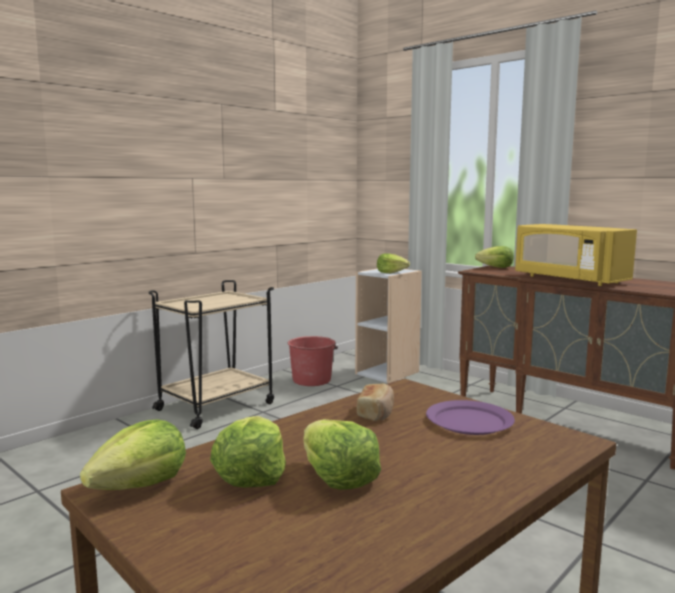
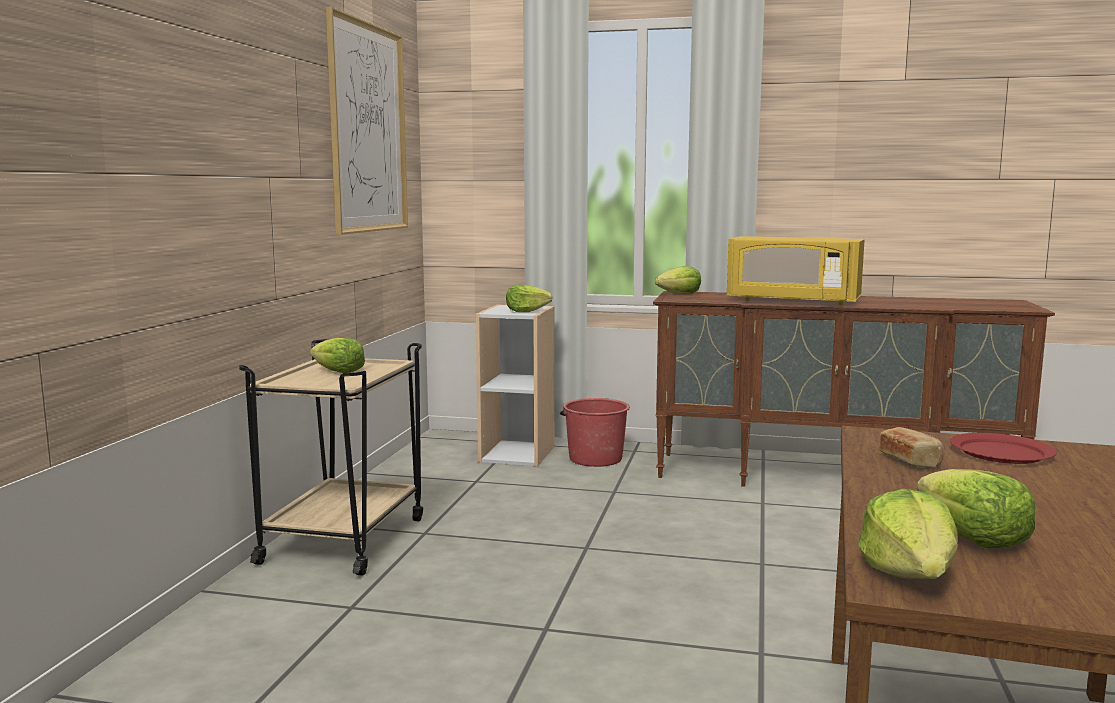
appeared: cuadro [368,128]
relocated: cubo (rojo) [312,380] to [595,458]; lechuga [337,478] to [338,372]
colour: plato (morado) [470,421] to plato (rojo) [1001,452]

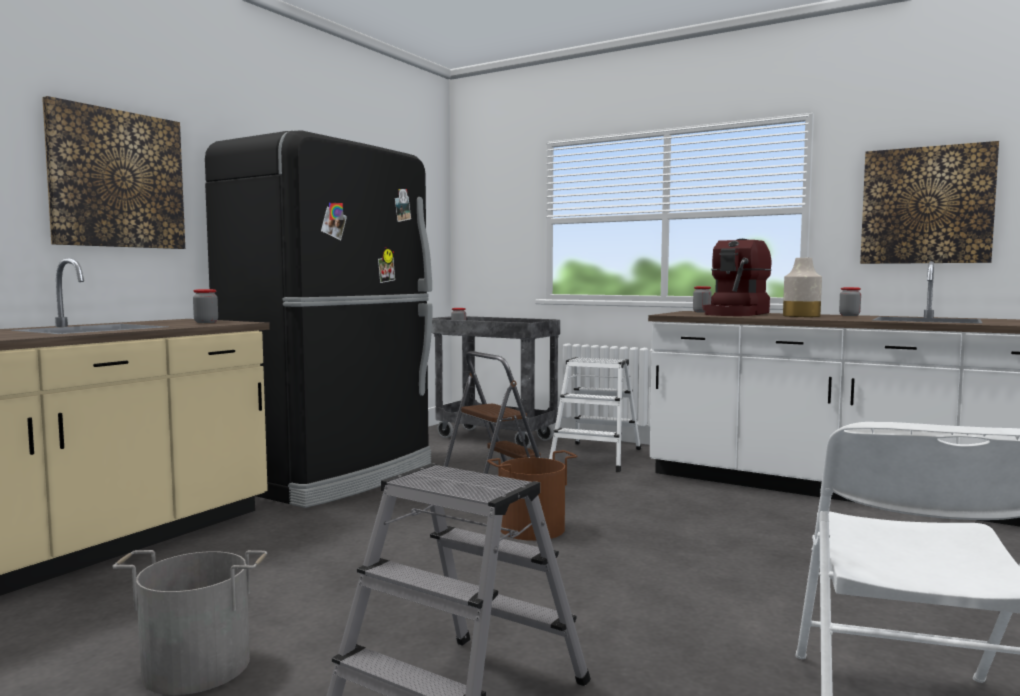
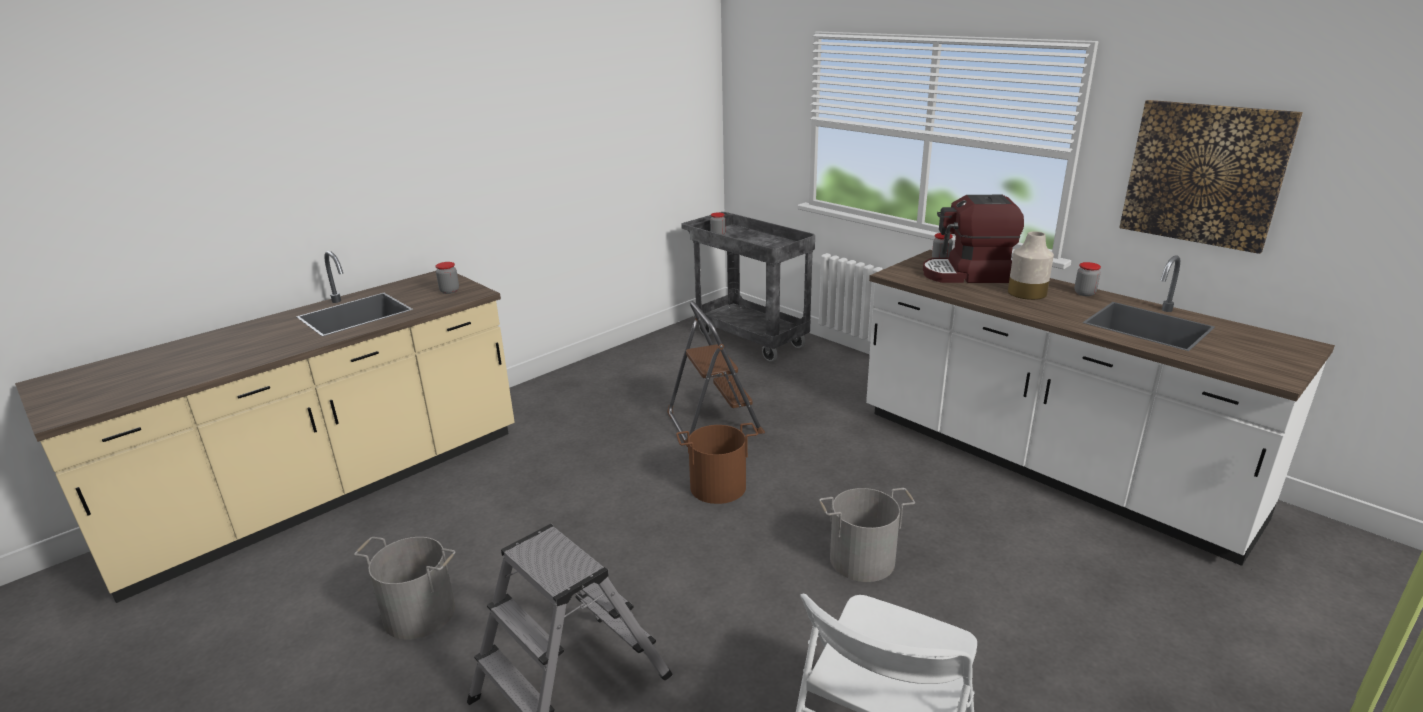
missing: cuadro [117,179]; nevera (negro) [334,476]; escalera de tijera (blanco) [596,456]
appeared: cubo (gris) [862,560]
spun: cafetera [736,314] = [968,275] 45 degrees clockwise

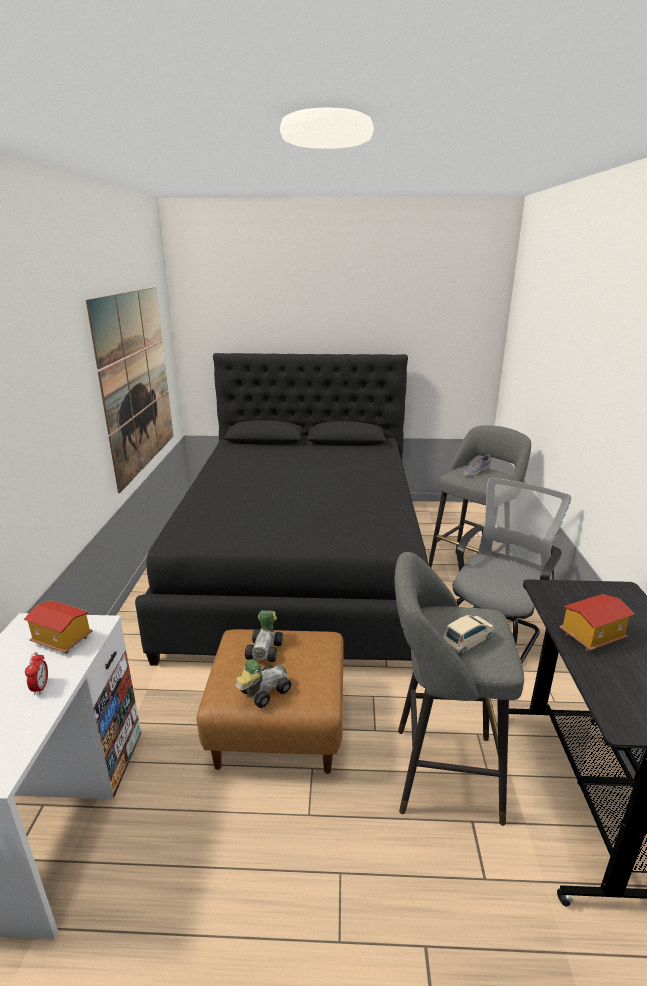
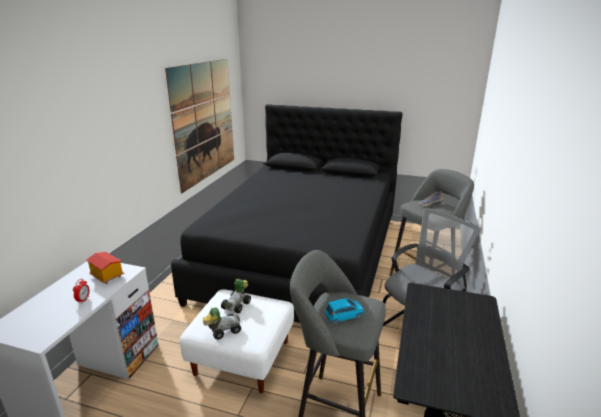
missing: casita [591,636]
colour: puf (marrón) [279,725] to puf (blanco) [243,357]; coche de juguete (beis) [468,640] to coche de juguete (azul) [344,316]

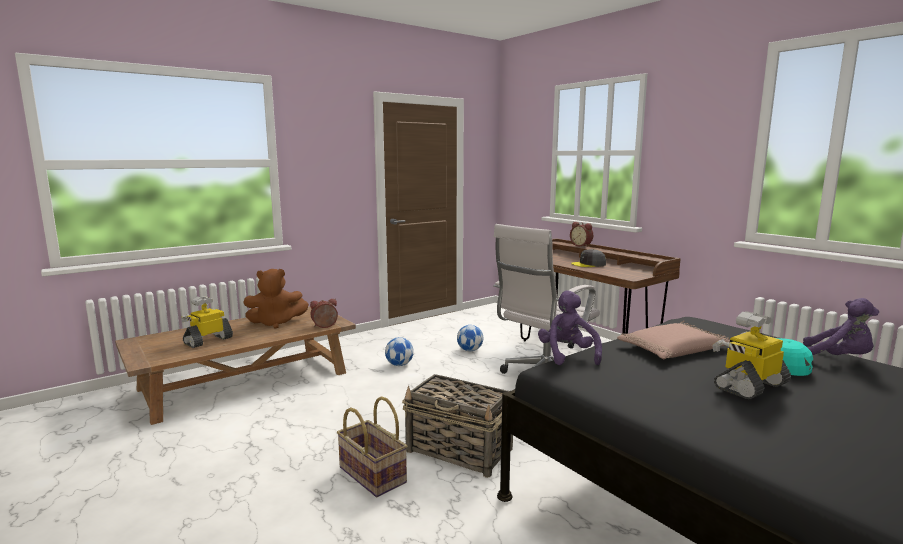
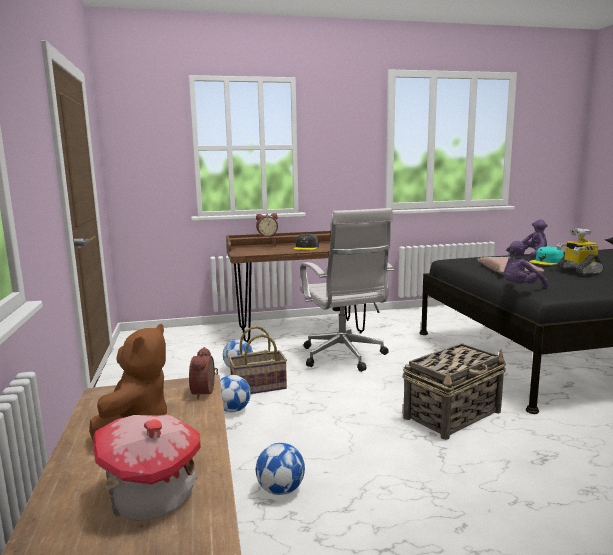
appeared: balón de fútbol [281,490]
relocated: cesta [371,475] to [258,387]
exchanged: robot de juguete [208,340] to casita [151,495]
spun: peluche (morado) [567,355] = [520,288] 45 degrees counterclockwise

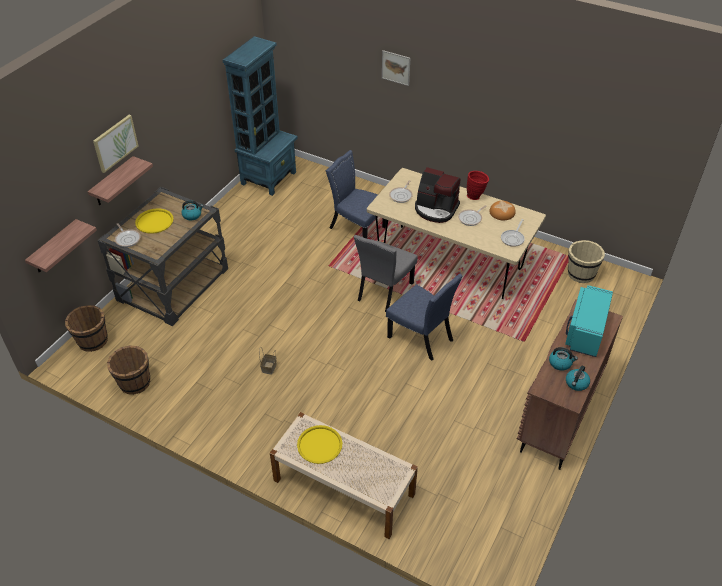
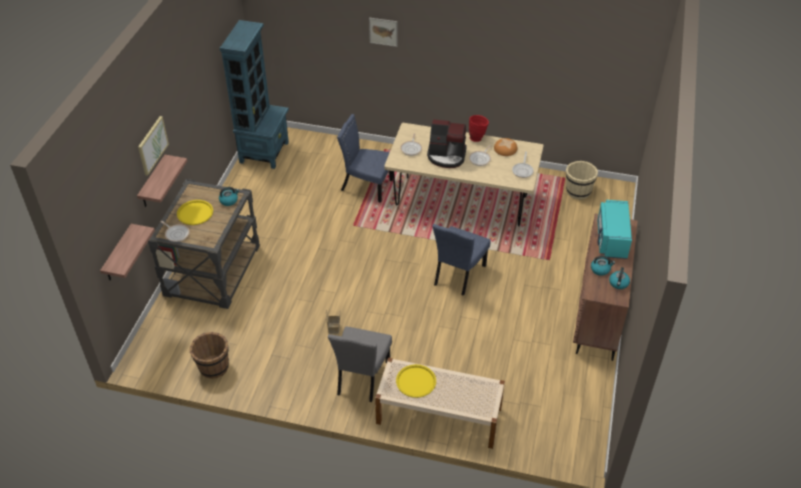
missing: cubo (marrón) [92,341]
relocated: silla (gris) [384,290] to [362,376]
spun: silla (azul) [420,337] = [459,273] 90 degrees clockwise

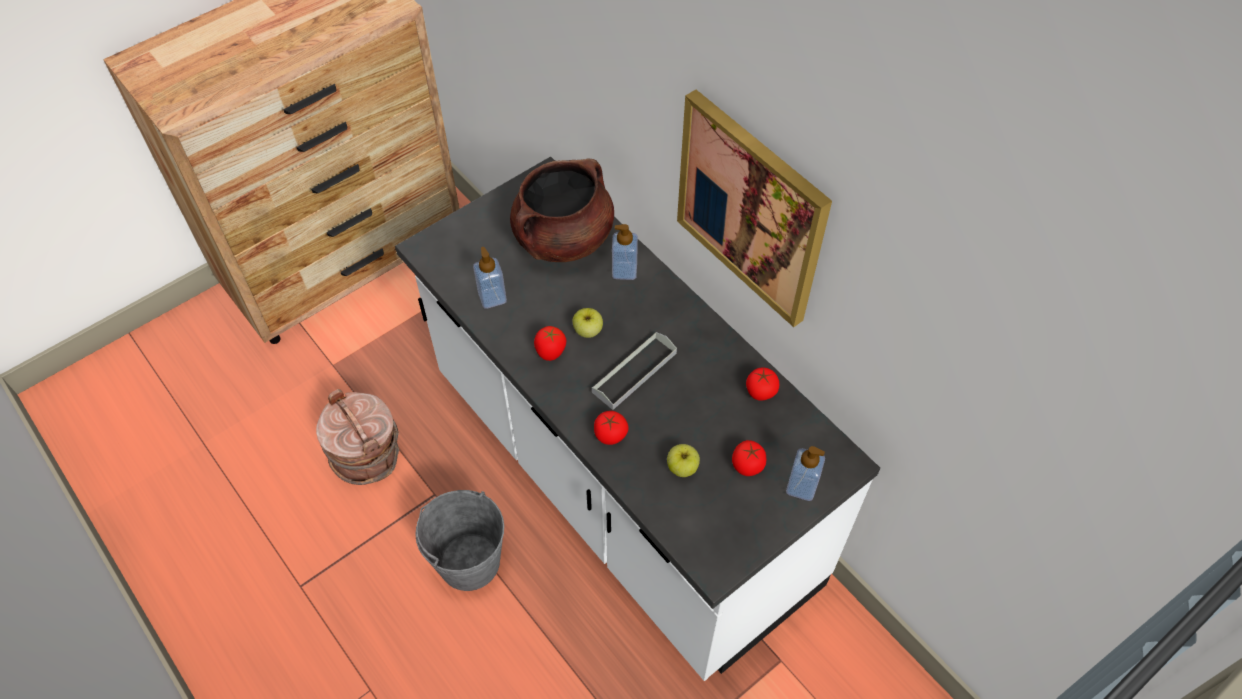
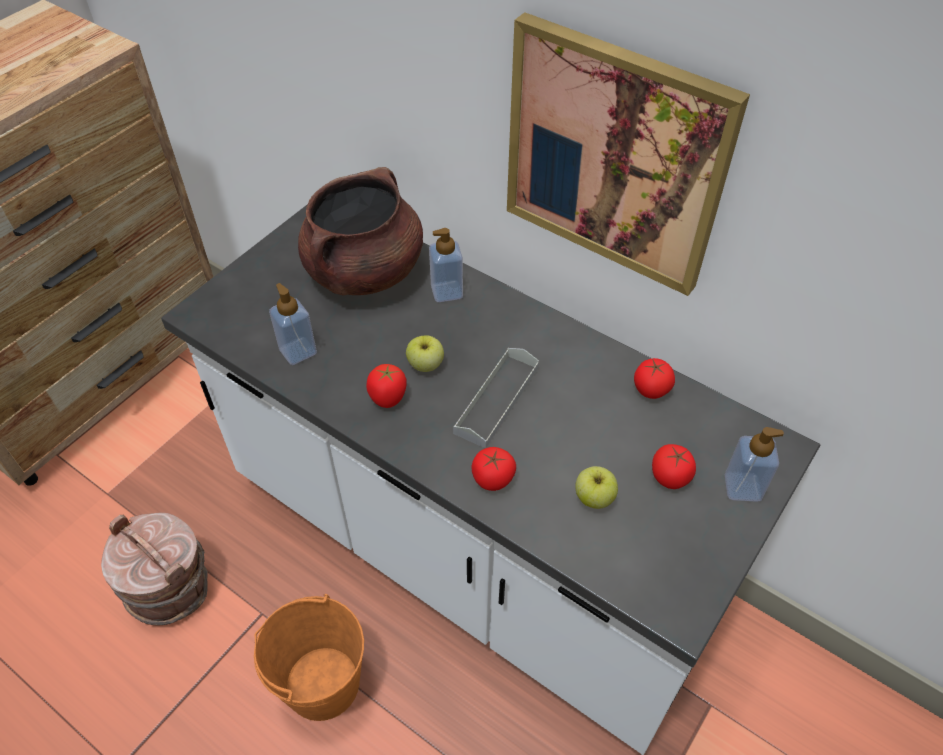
colour: cubo (gris) [469,561] to cubo (naranja) [322,683]

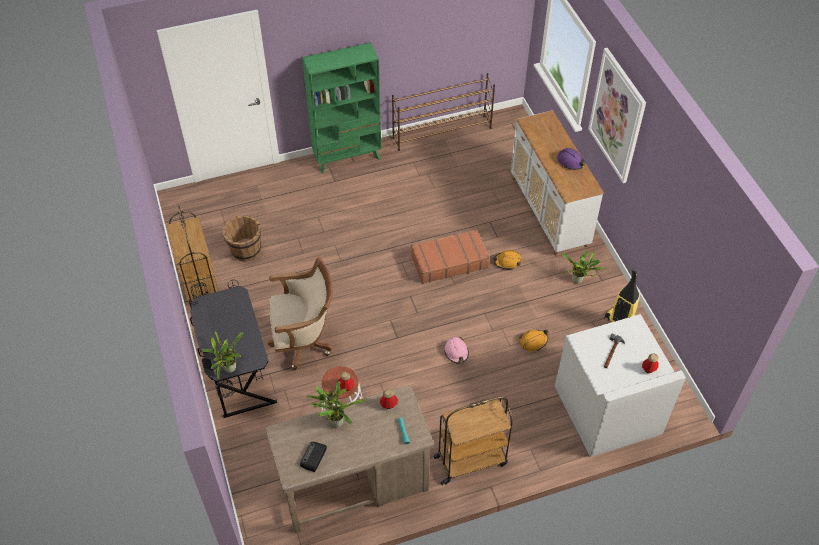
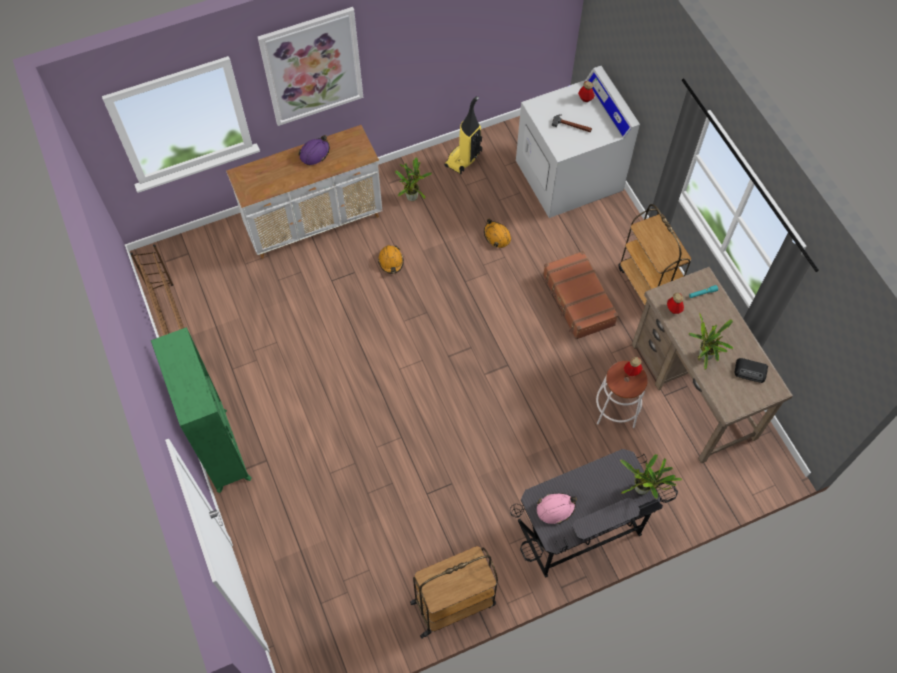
missing: cubo (marrón) [245,250]; silla de oficina [304,343]
relocated: maleta (marrón) [449,261] to [577,300]; casco (rosa) [456,352] to [555,509]

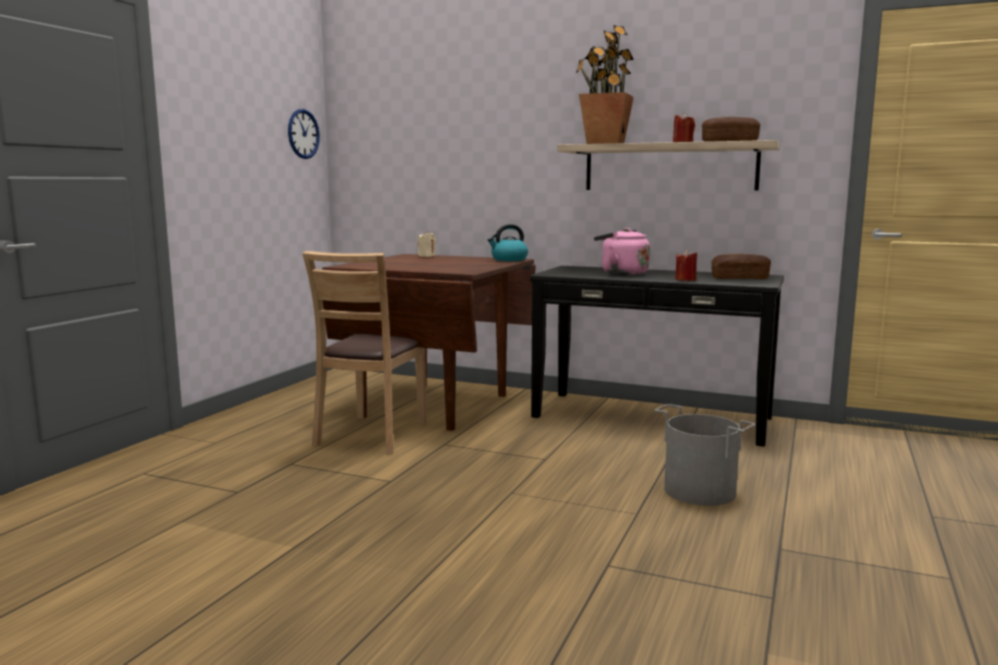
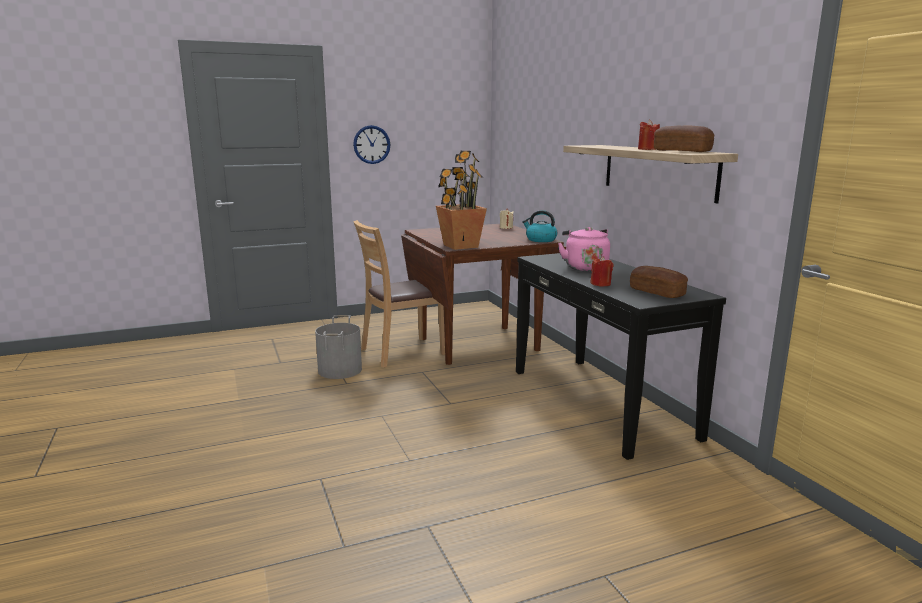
relocated: reloj de pared [303,134] to [371,144]; planta en maceta [604,144] to [460,246]; cubo (gris) [700,490] to [340,370]

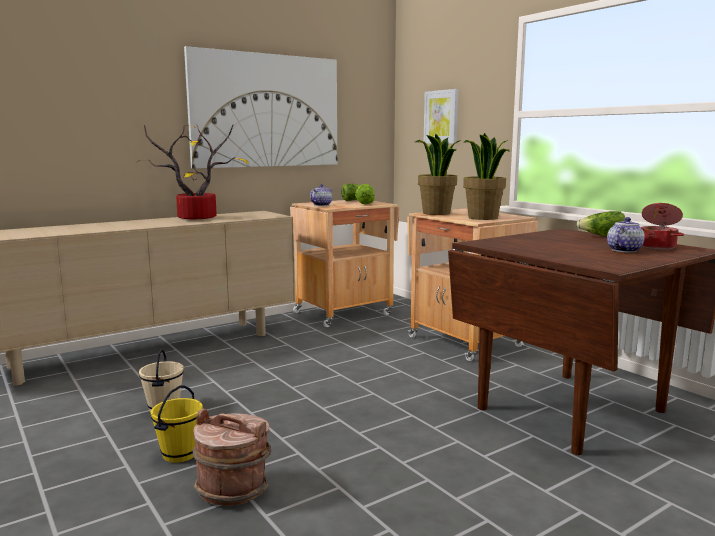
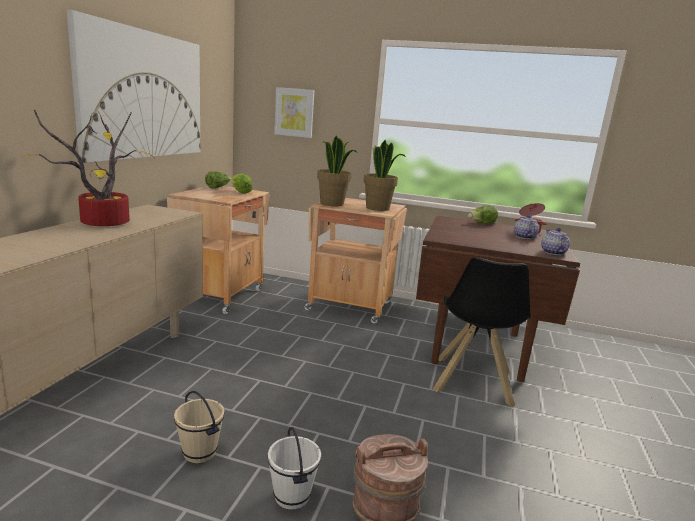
appeared: silla (negro) [472,382]
relocated: tetera [321,205] to [552,252]
colour: cubo (amarillo) [179,454] to cubo (blanco) [291,496]

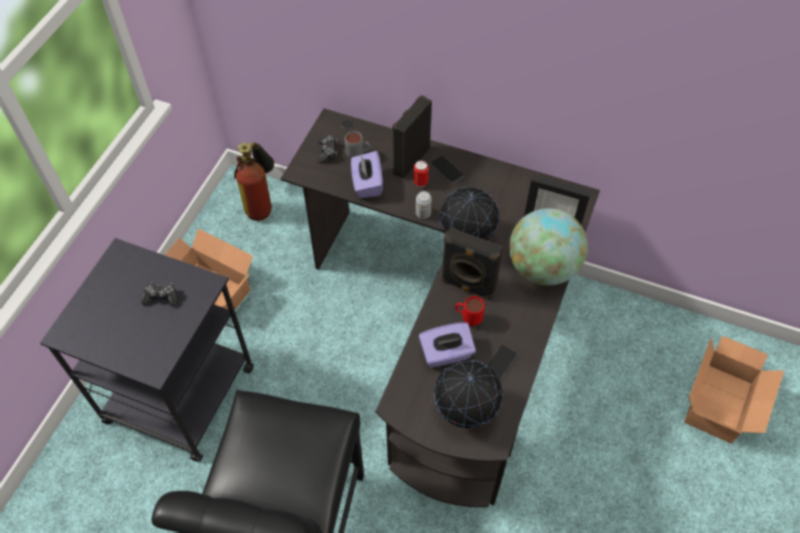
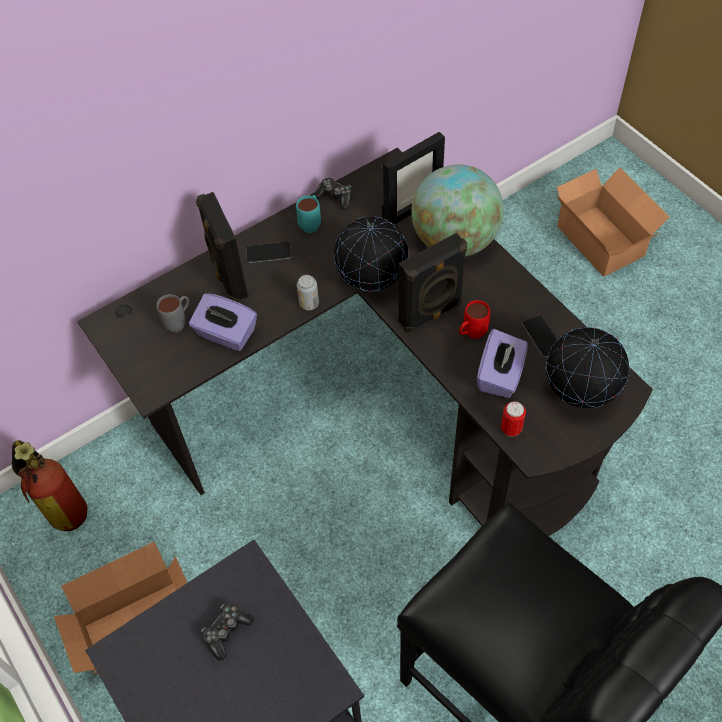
appeared: taza grande (turquesa) [311,223]
relocated: mando de consola [327,152] to [335,197]; lata [420,182] to [511,429]

